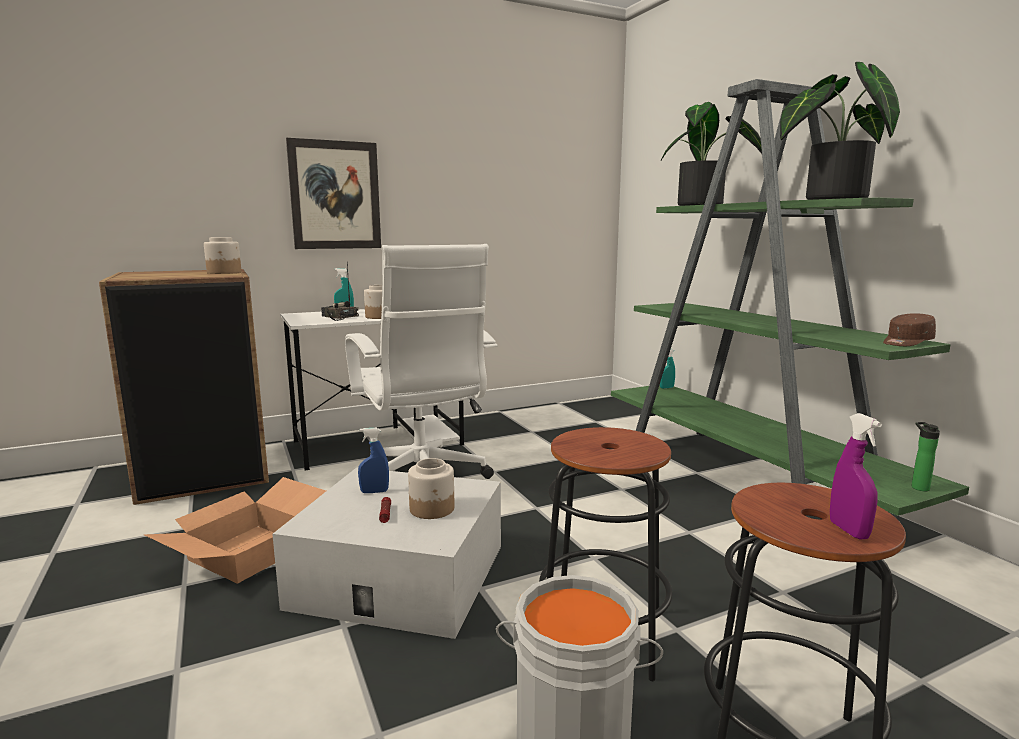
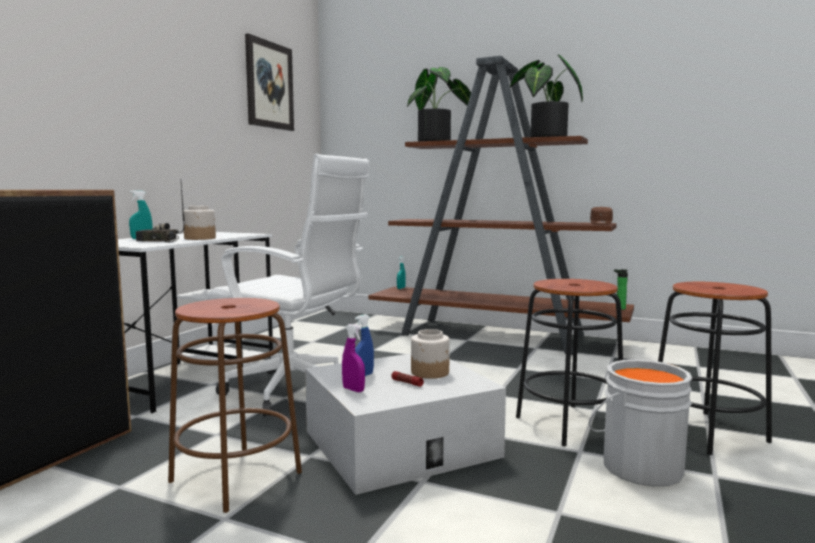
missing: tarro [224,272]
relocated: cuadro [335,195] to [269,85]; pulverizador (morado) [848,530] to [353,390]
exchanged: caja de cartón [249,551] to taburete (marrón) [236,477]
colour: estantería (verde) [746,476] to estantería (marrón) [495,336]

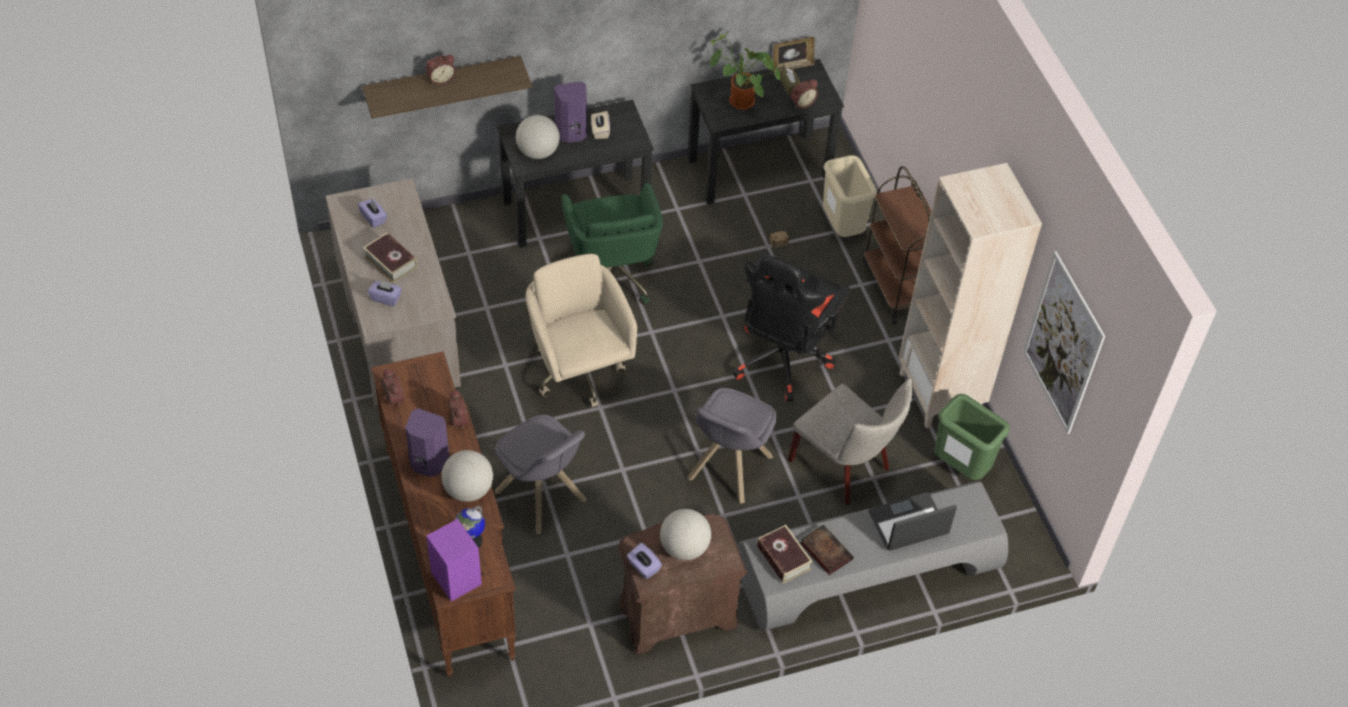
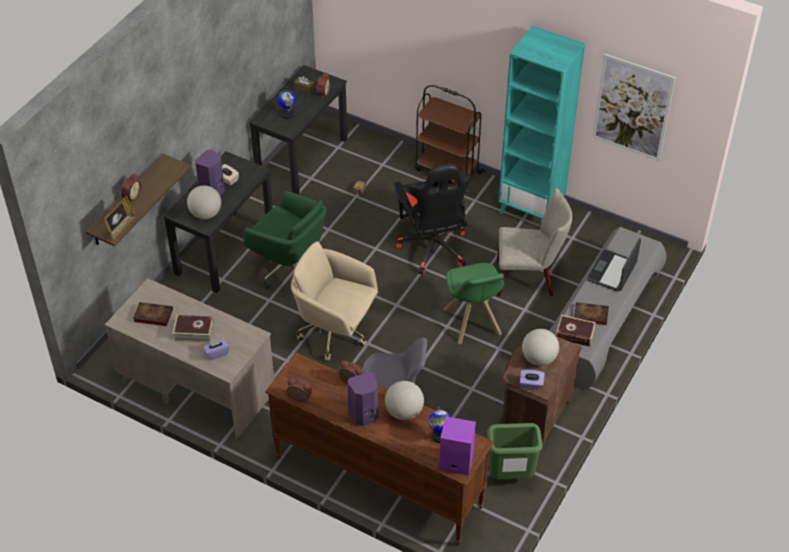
missing: papelera (beis) [843,228]
relocated: portarretratos [792,66] to [121,227]; papelera (verde) [959,468] to [510,476]
exchanged: caja de pañuelos (morado) [373,218] to libro [152,316]; planta en maceta [738,102] to globo terráqueo [287,114]
colour: silla (gris) [729,467] to silla (verde) [472,322]; estantería (beis) [940,394] to estantería (turquesa) [531,208]

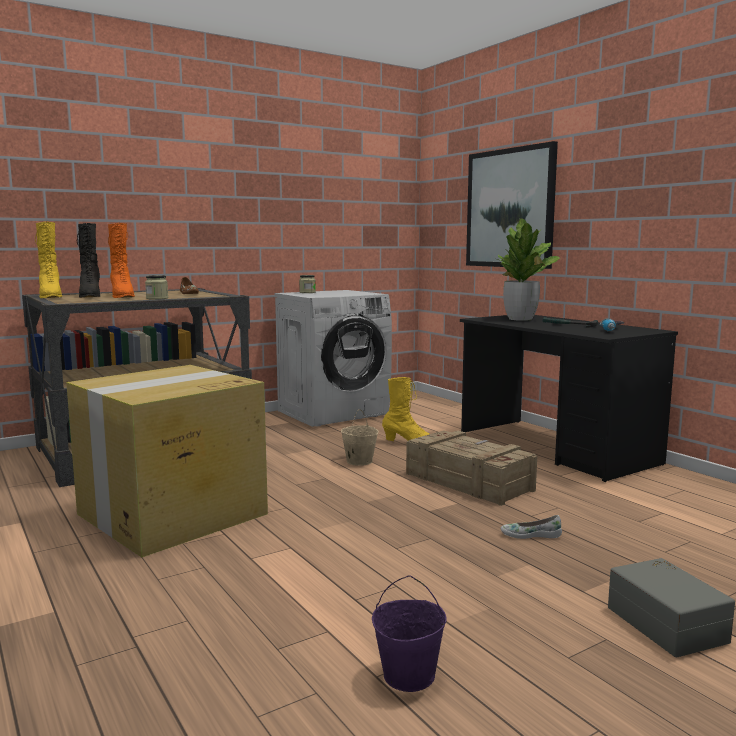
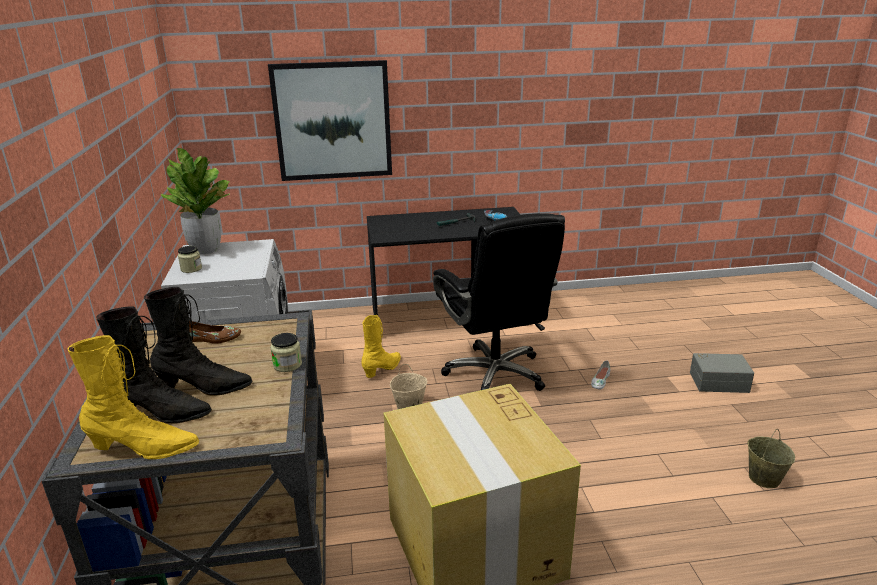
relocated: planta en maceta [520,319] to [206,250]
exchanged: caja de embalaje [468,481] to silla de oficina (negro) [494,372]
colour: bota (naranja) [122,296] to bota (negro) [204,387]; cubo (morado) [409,675] to cubo (beis) [763,478]

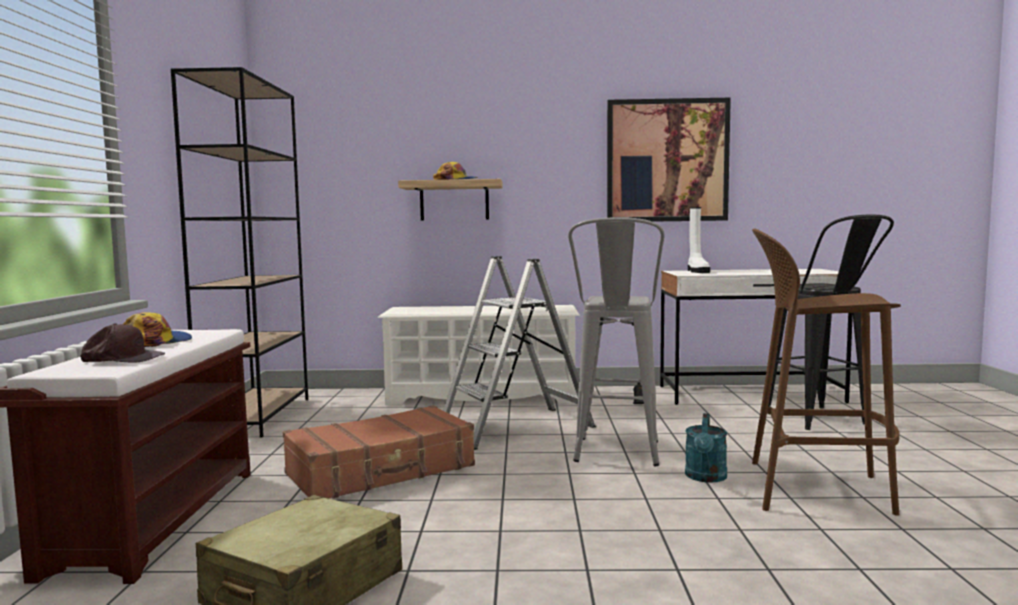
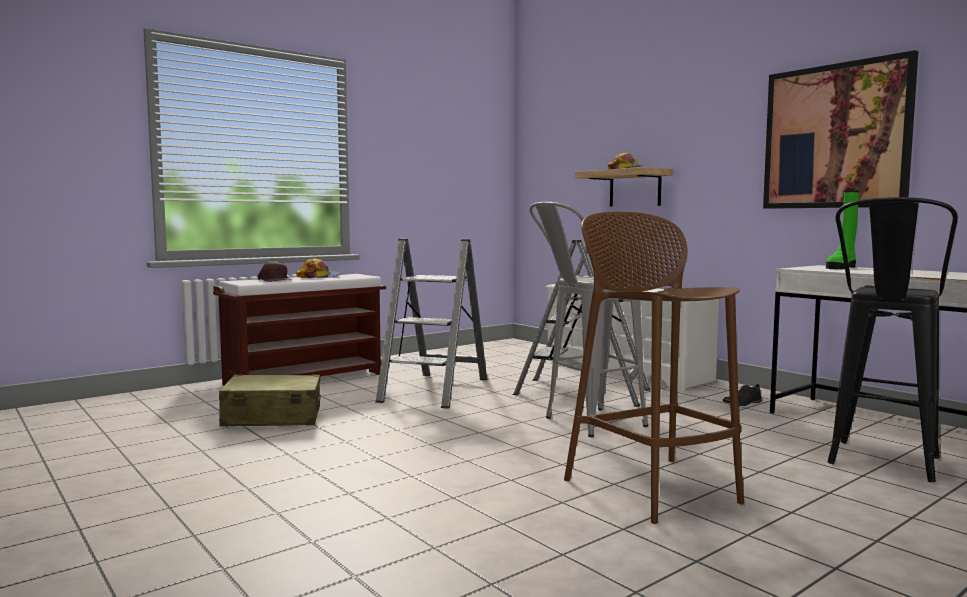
missing: estantería (beis) [256,416]; regadera (turquesa) [705,478]
exchanged: maleta (marrón) [382,471] to escalera de tijera (gris) [436,389]
colour: bota (blanco) [697,271] to bota (verde) [841,267]

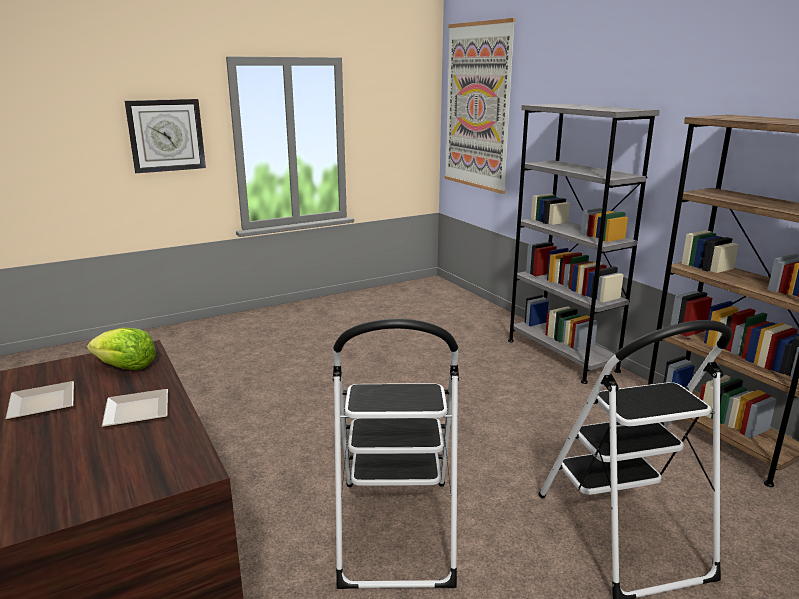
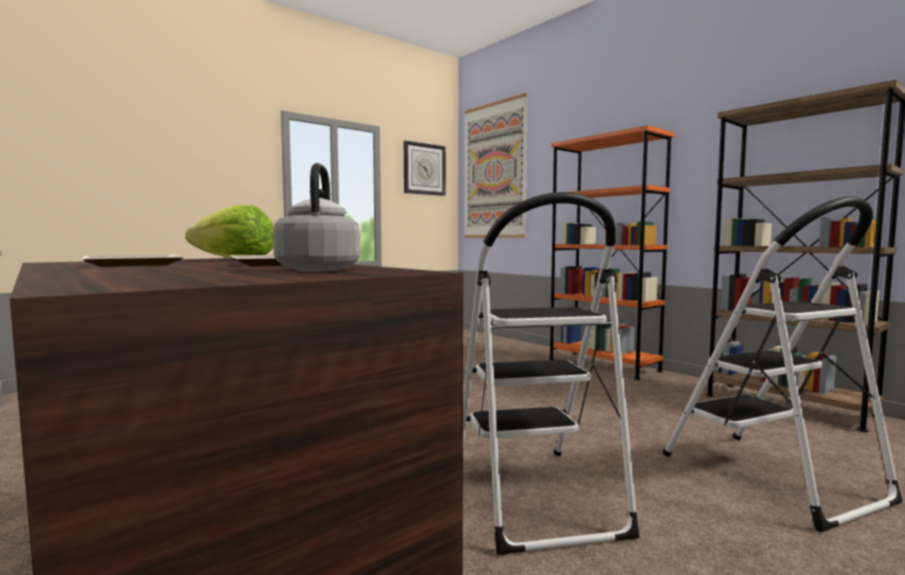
appeared: hervidor (gris) [320,270]
relocated: reloj de pared [166,135] to [424,169]
colour: estantería (gris) [561,355] to estantería (naranja) [603,365]

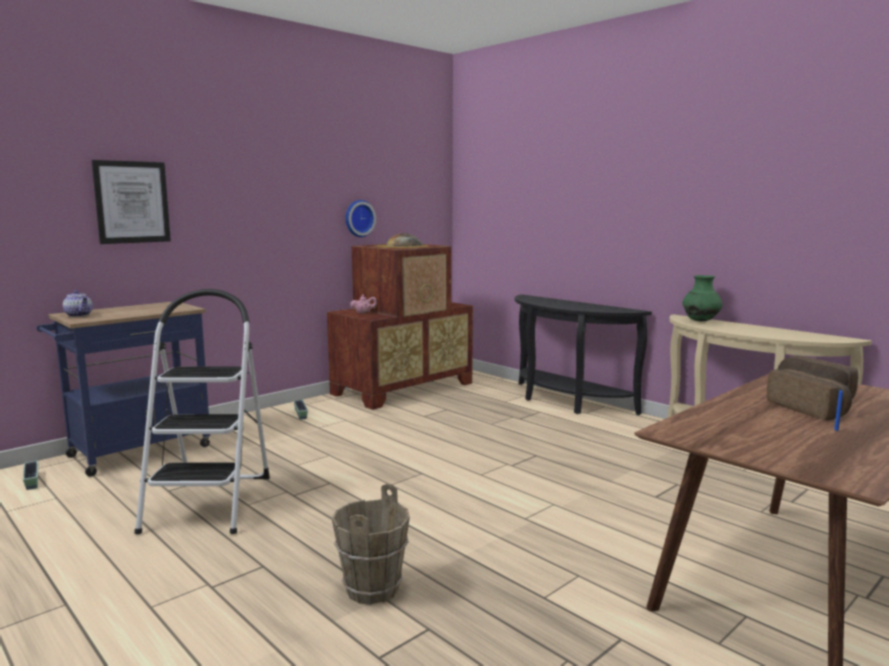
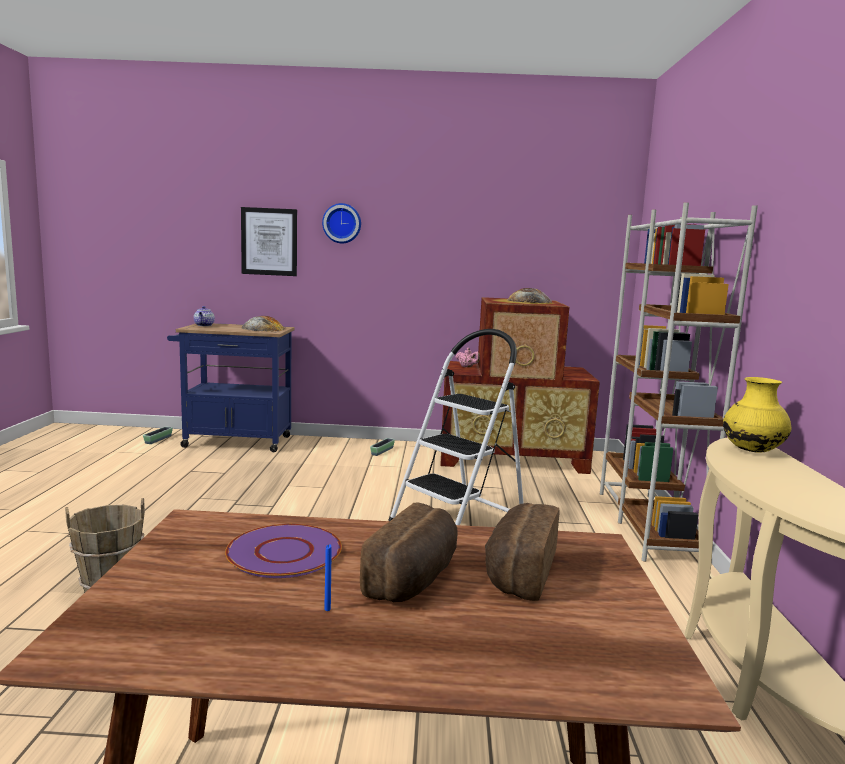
appeared: plato (morado) [285,552]; pan [262,328]
relocated: escalera de tijera [211,502] to [461,519]; reloj de pared [358,218] to [342,223]
exchanged: mesa consola (negro) [564,402] to estantería (marrón) [647,525]
colour: florero (verde) [700,321] to florero (amarillo) [752,451]

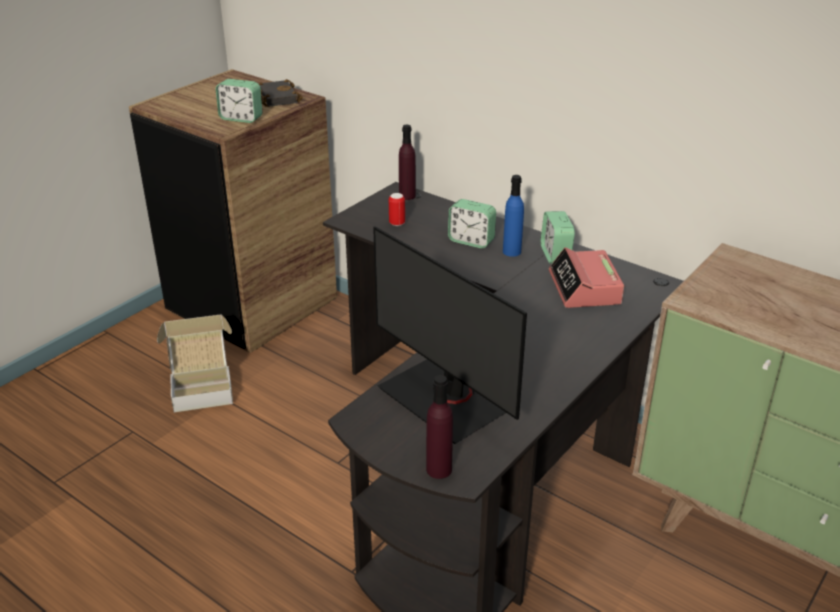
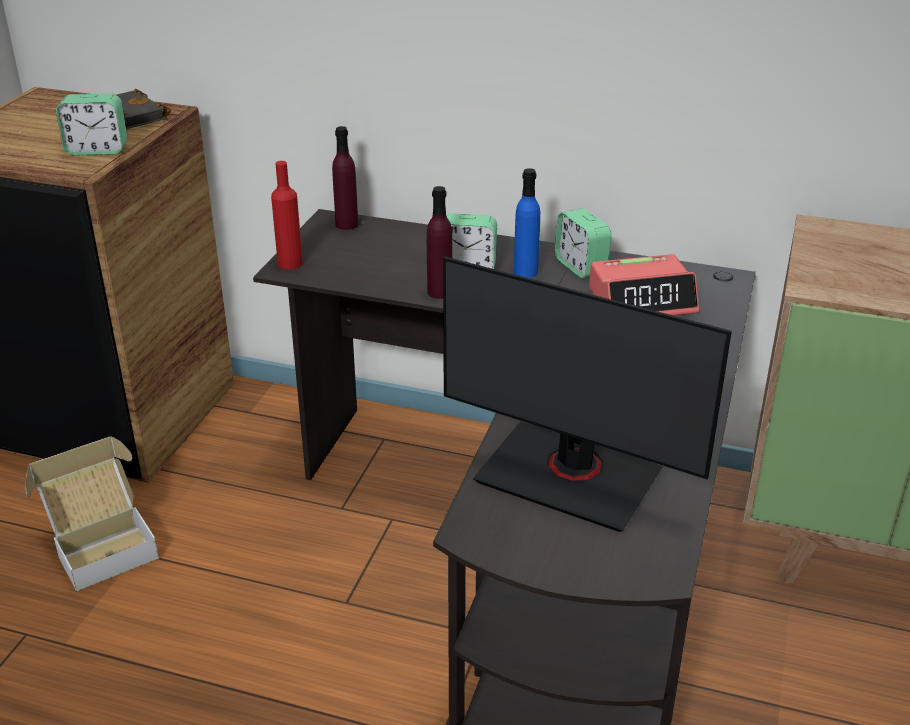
missing: lata [397,223]
appeared: botella (rojo) [290,263]
relocated: botella (morado) [439,469] to [439,292]
spun: despertador [584,288] = [642,301] 75 degrees counterclockwise

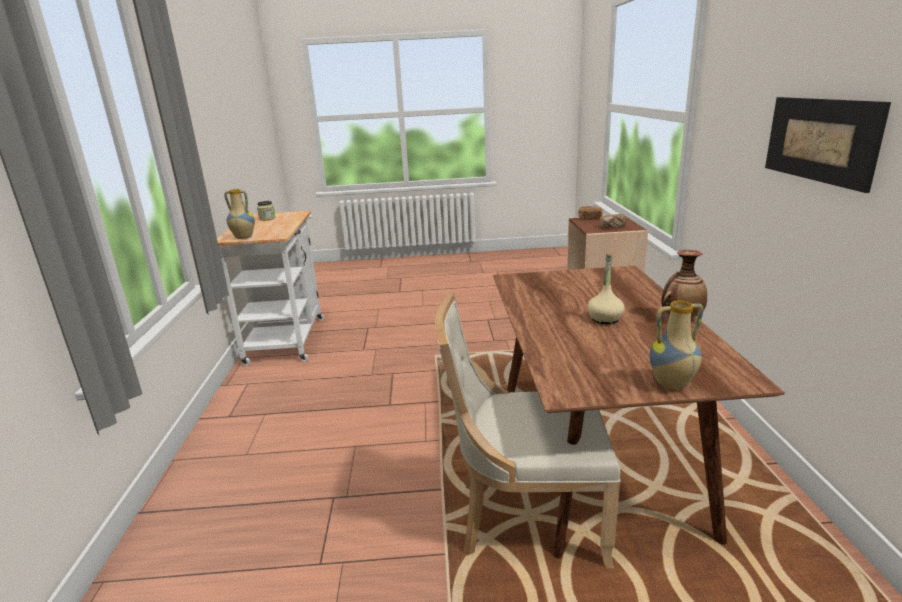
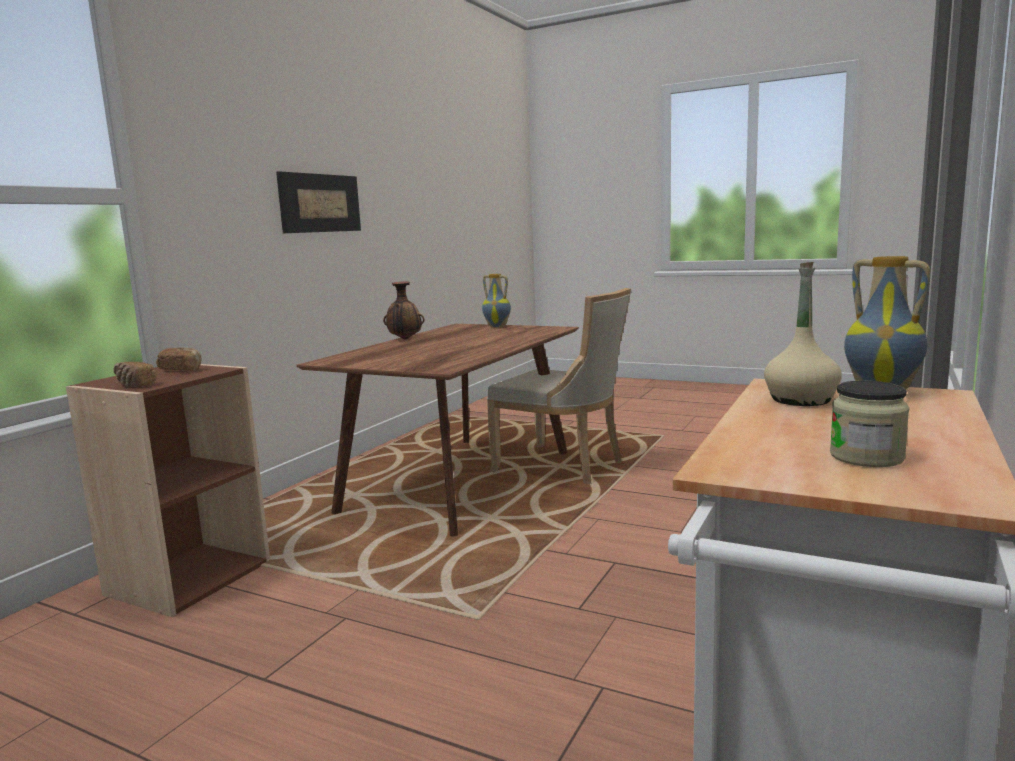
relocated: botella (beis) [605,319] to [800,400]

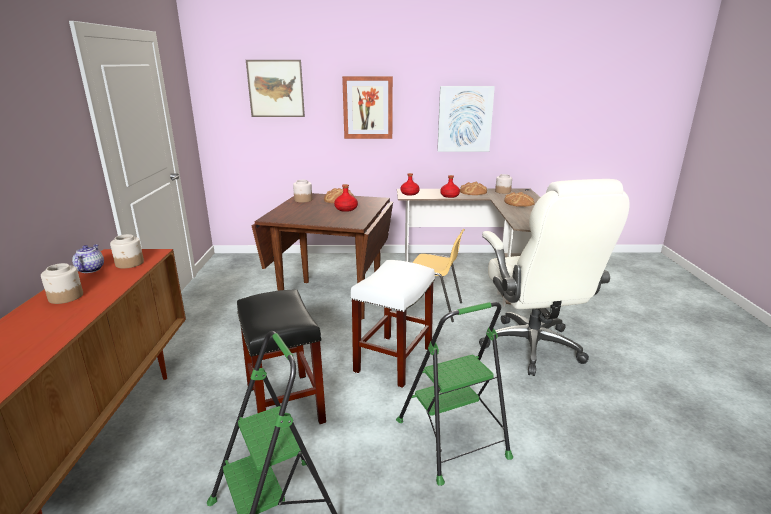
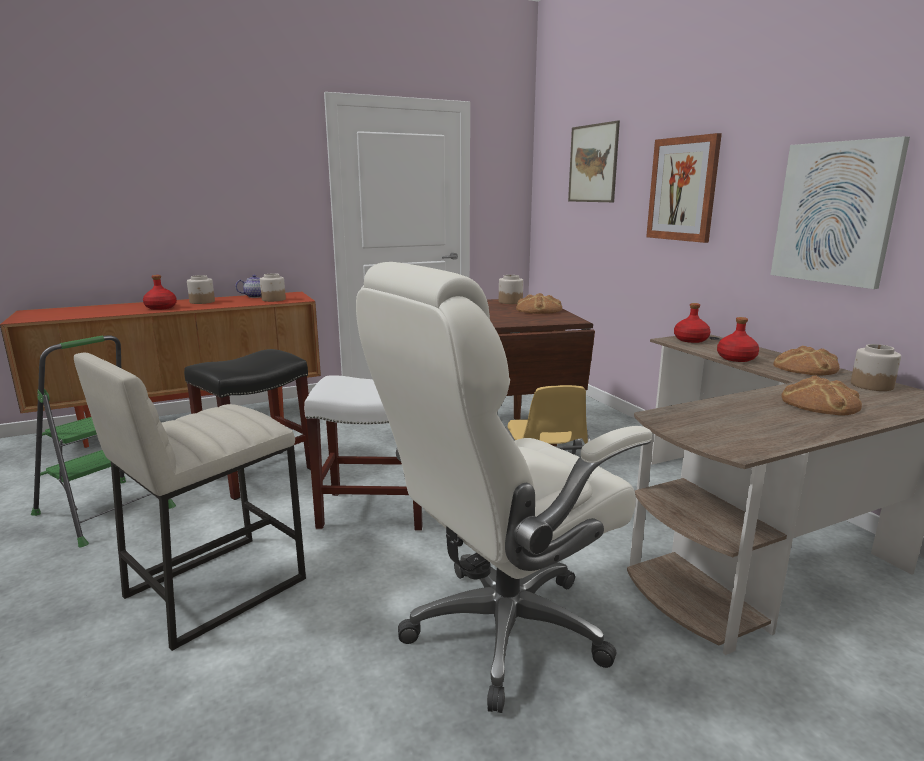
relocated: botella (rojo) [346,209] to [161,307]
exchanged: escalera de tijera (verde) [453,440] to taburete (beis) [215,587]

